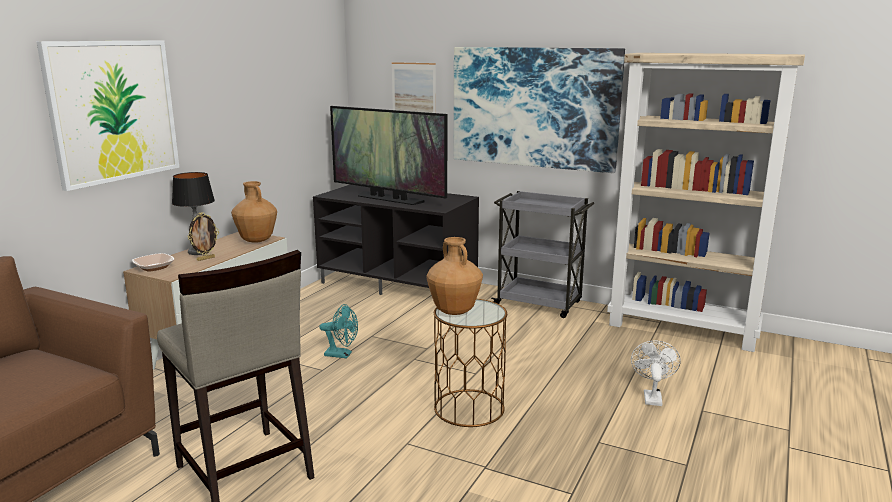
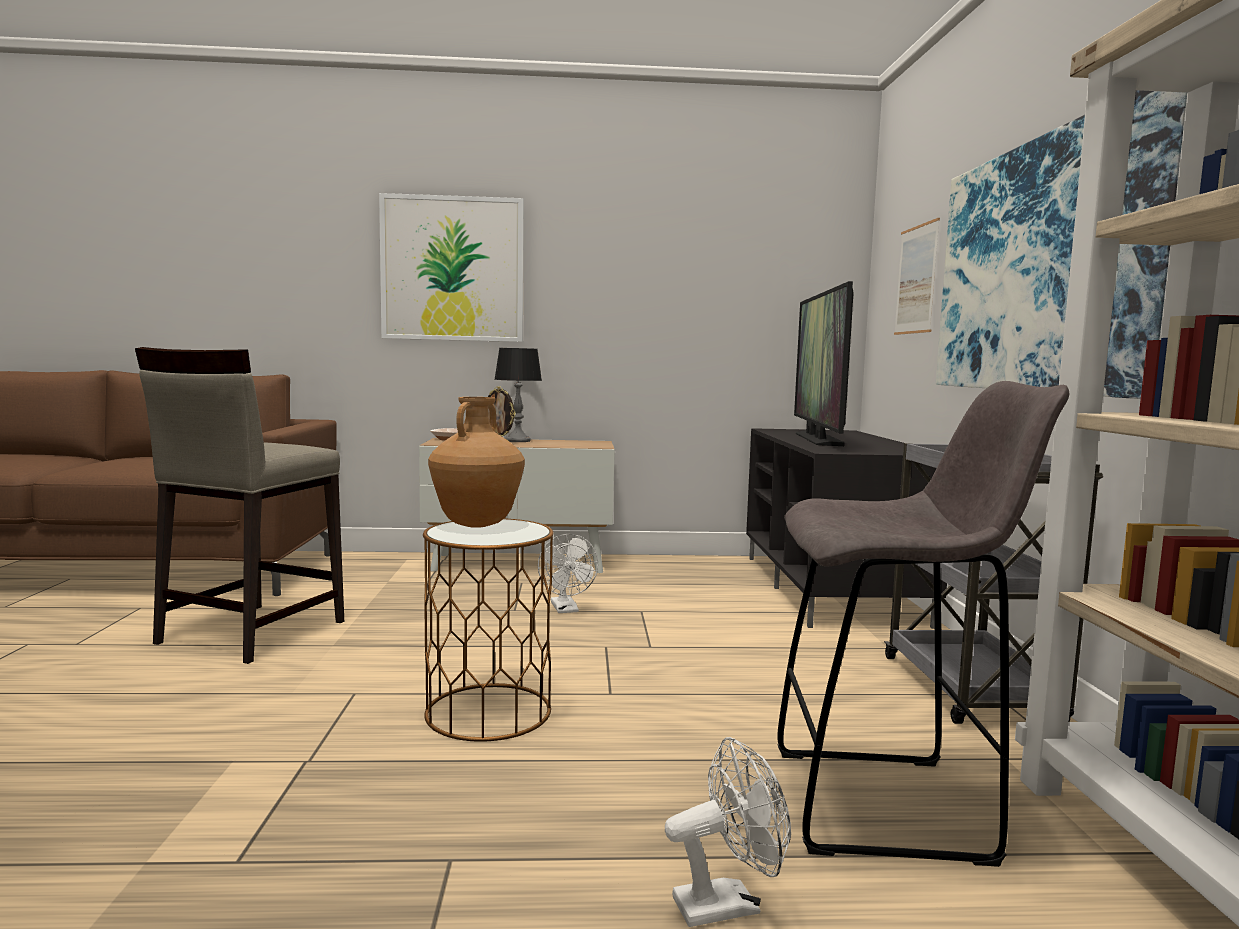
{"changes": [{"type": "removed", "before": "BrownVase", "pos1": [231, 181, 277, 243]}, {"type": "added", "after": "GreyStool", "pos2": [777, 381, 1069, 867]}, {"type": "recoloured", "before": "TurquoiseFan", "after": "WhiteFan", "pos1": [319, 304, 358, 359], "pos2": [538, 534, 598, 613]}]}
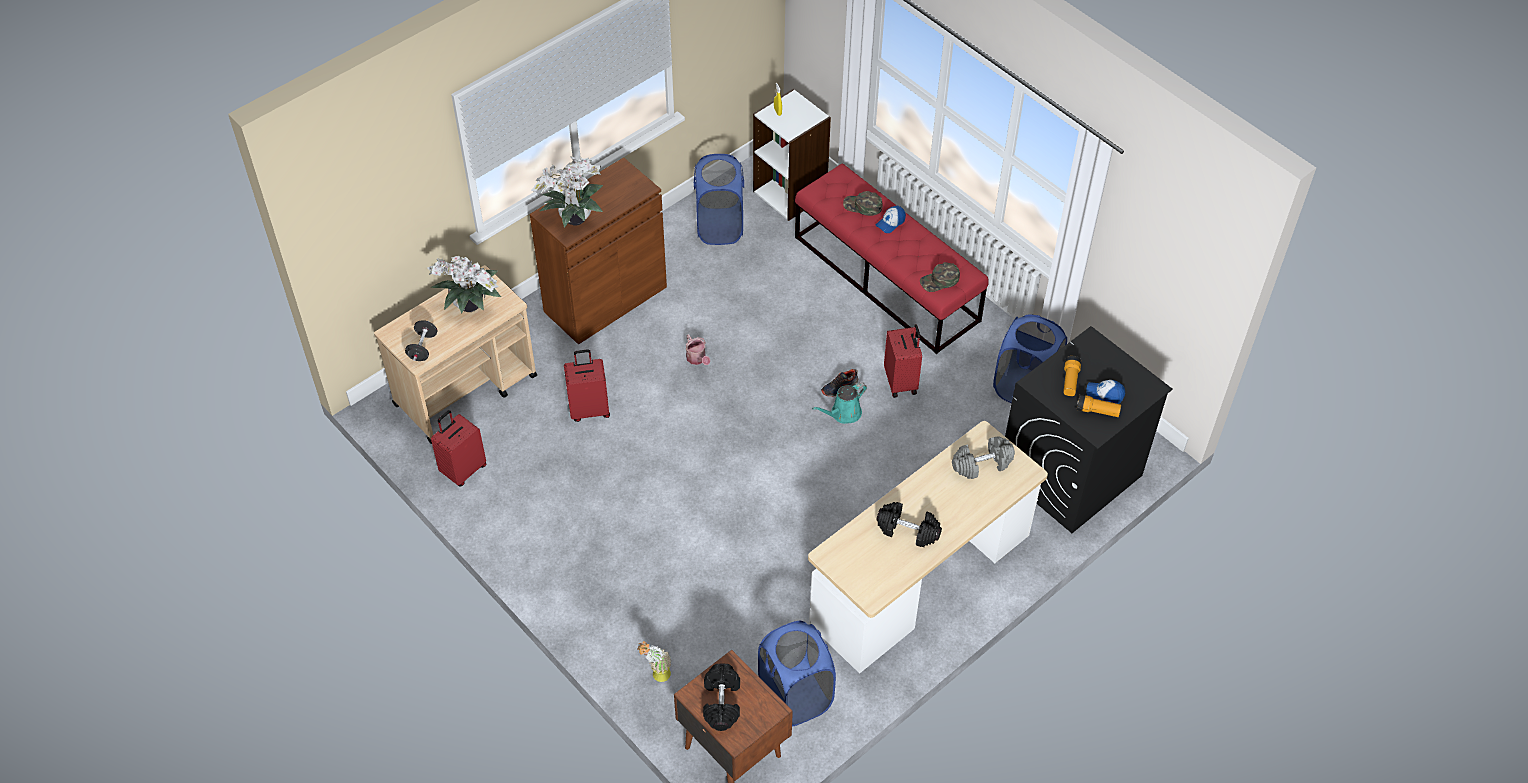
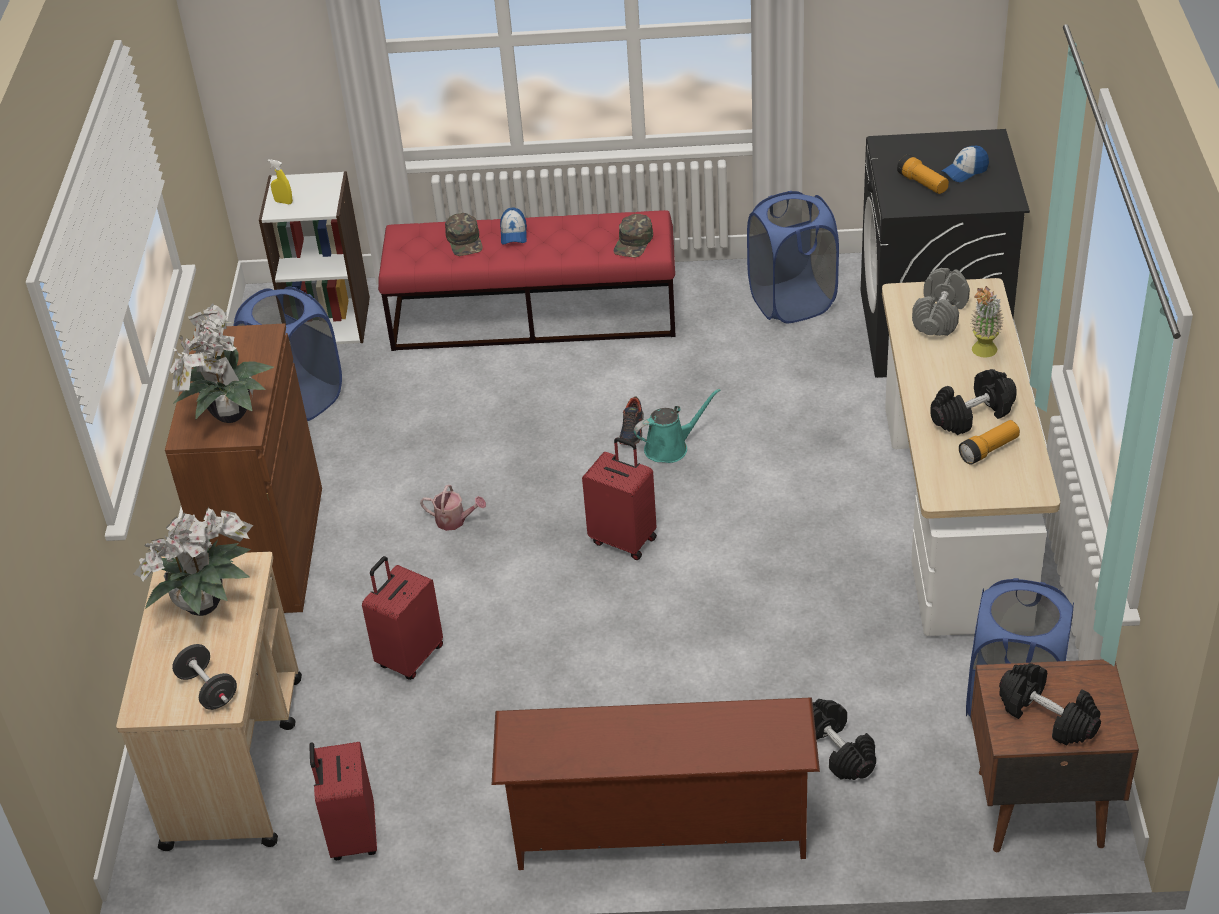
{"changes": [{"type": "added", "after": "BrownShoeRack", "pos2": [492, 698, 820, 870]}, {"type": "added", "after": "BlackDumbbell", "pos2": [813, 699, 876, 780]}, {"type": "moved", "before": "PottedPlant", "pos1": [637, 641, 672, 682], "pos2": [971, 286, 1004, 358]}, {"type": "moved", "before": "RedSuitcase", "pos1": [884, 324, 922, 398], "pos2": [582, 437, 657, 560]}, {"type": "moved", "before": "Flashlight", "pos1": [1076, 394, 1121, 417], "pos2": [959, 420, 1020, 465]}, {"type": "turned", "before": "TurquoiseWateringCan", "pos1": [812, 382, 867, 424], "pos2": [634, 389, 721, 463], "turn": -120}, {"type": "turned", "before": "GreenCap", "pos1": [843, 191, 883, 216], "pos2": [445, 213, 483, 256], "turn": -75}]}
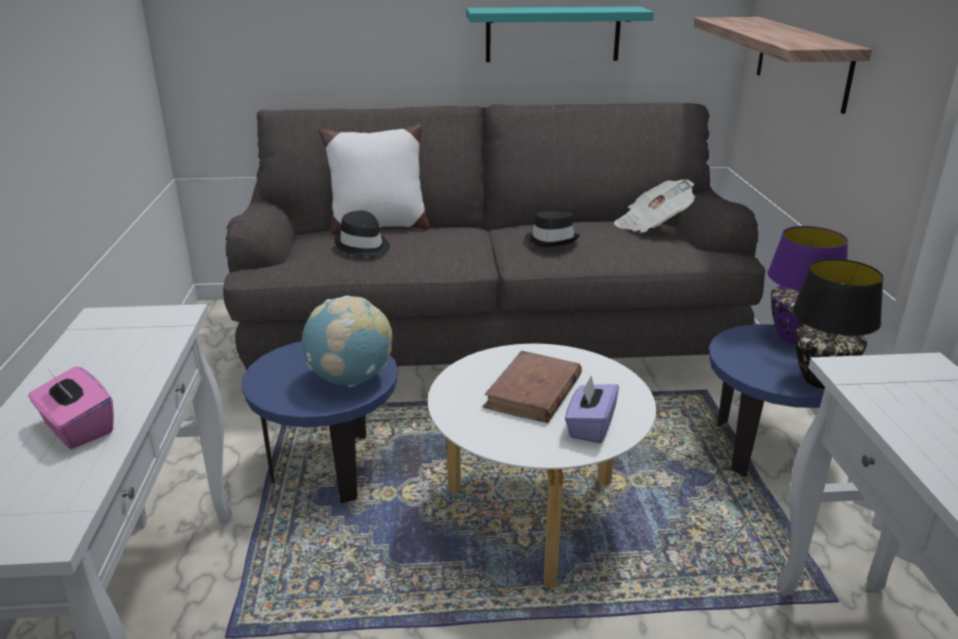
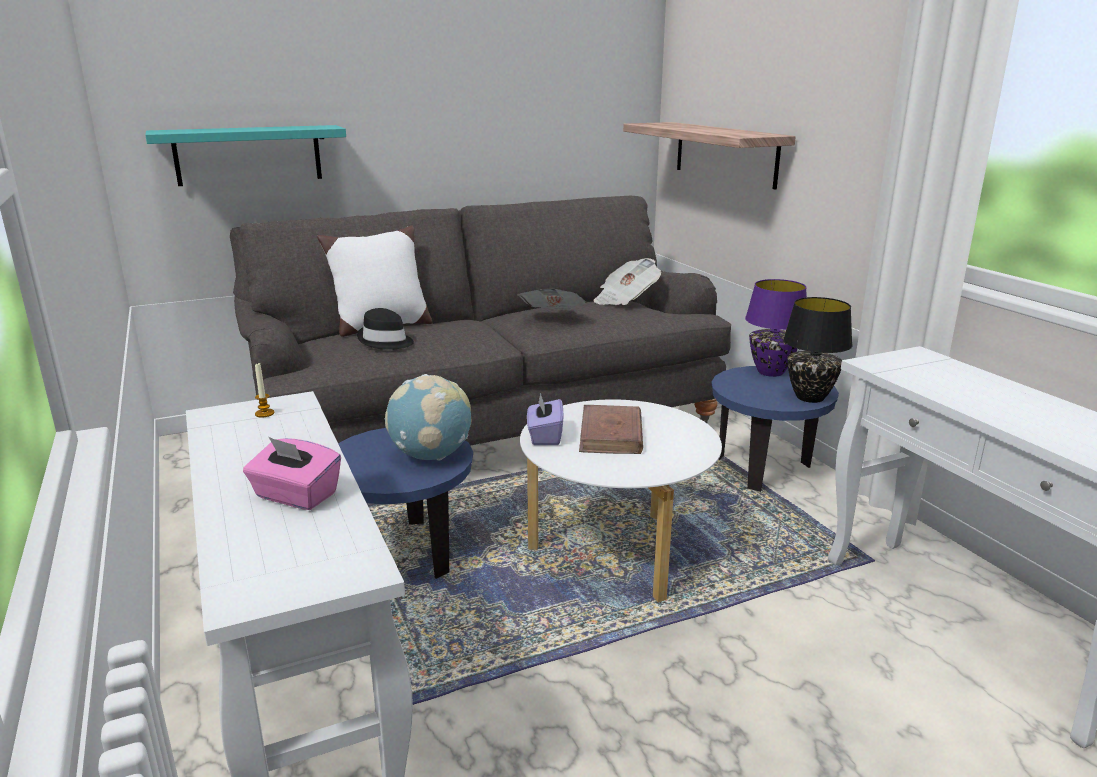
{"changes": [{"type": "added", "after": "Candle", "pos2": [255, 363, 274, 418]}, {"type": "moved", "before": "TurquoiseShelf", "pos1": [466, 6, 654, 62], "pos2": [145, 125, 346, 186]}, {"type": "moved", "before": "PurpleTissueBox", "pos1": [565, 376, 619, 443], "pos2": [527, 393, 563, 445]}, {"type": "replaced", "before": "BlackHat", "after": "Newspaper", "pos1": [525, 211, 579, 247], "pos2": [517, 289, 587, 310]}]}
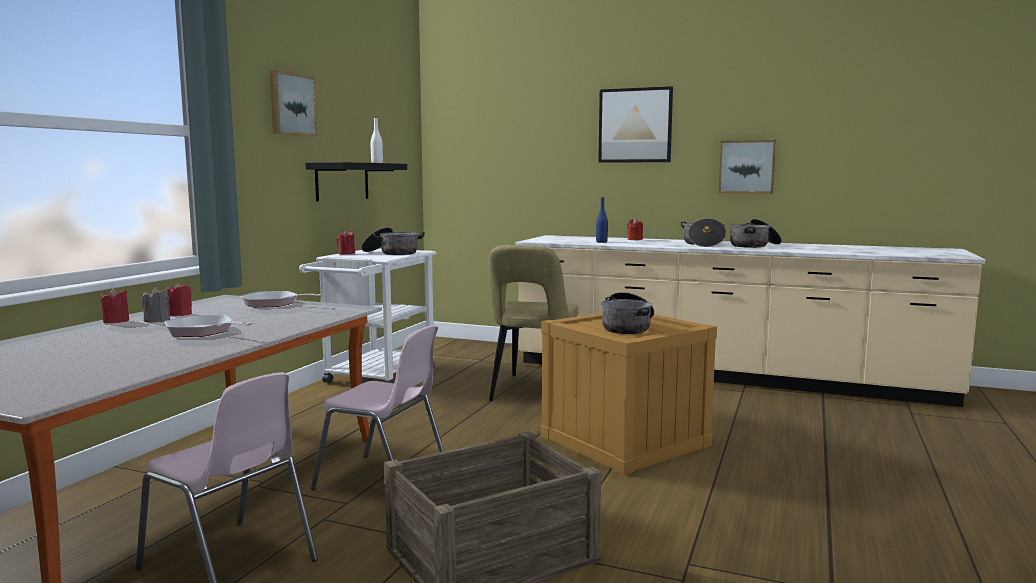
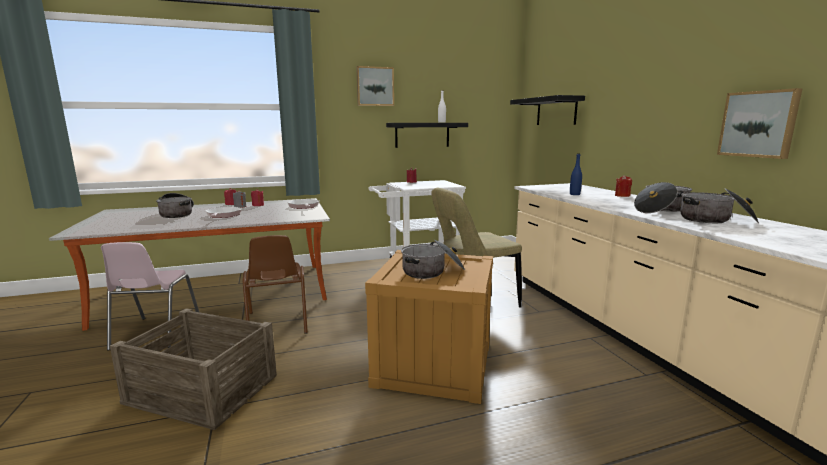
{"changes": [{"type": "removed", "before": "Picture", "pos1": [598, 86, 673, 163]}, {"type": "added", "after": "BlackShelf", "pos2": [510, 95, 585, 125]}, {"type": "moved", "before": "CookingPot", "pos1": [361, 227, 425, 255], "pos2": [156, 193, 194, 218]}, {"type": "recoloured", "before": "PinkChair", "after": "BrownChair", "pos1": [311, 325, 445, 490], "pos2": [243, 235, 308, 334]}]}
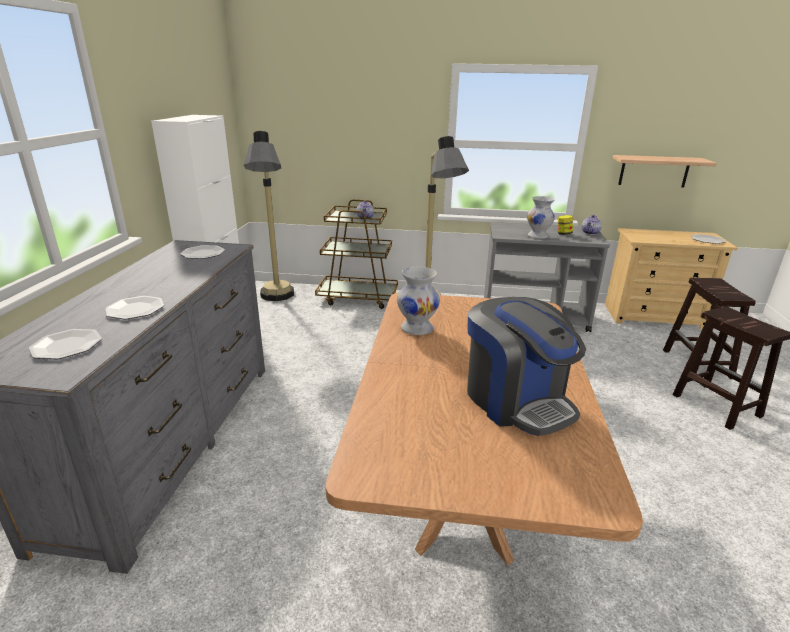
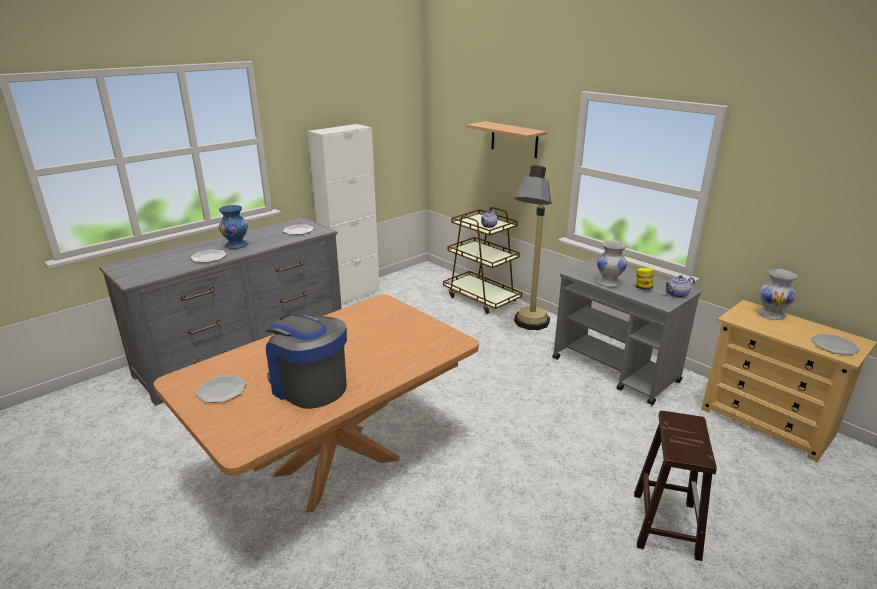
{"changes": [{"type": "removed", "before": "FloorLamp", "pos1": [244, 131, 294, 301]}, {"type": "removed", "before": "BrownStool", "pos1": [663, 278, 756, 379]}, {"type": "added", "after": "BlueVase", "pos2": [219, 205, 248, 249]}, {"type": "moved", "before": "Plate", "pos1": [29, 329, 102, 359], "pos2": [196, 376, 247, 403]}, {"type": "moved", "before": "WhiteVase", "pos1": [397, 267, 440, 335], "pos2": [758, 269, 797, 320]}, {"type": "moved", "before": "Shelf", "pos1": [613, 155, 717, 187], "pos2": [466, 121, 547, 158]}, {"type": "turned", "before": "CoffeeMachine", "pos1": [467, 297, 586, 436], "pos2": [265, 314, 347, 409], "turn": 120}]}
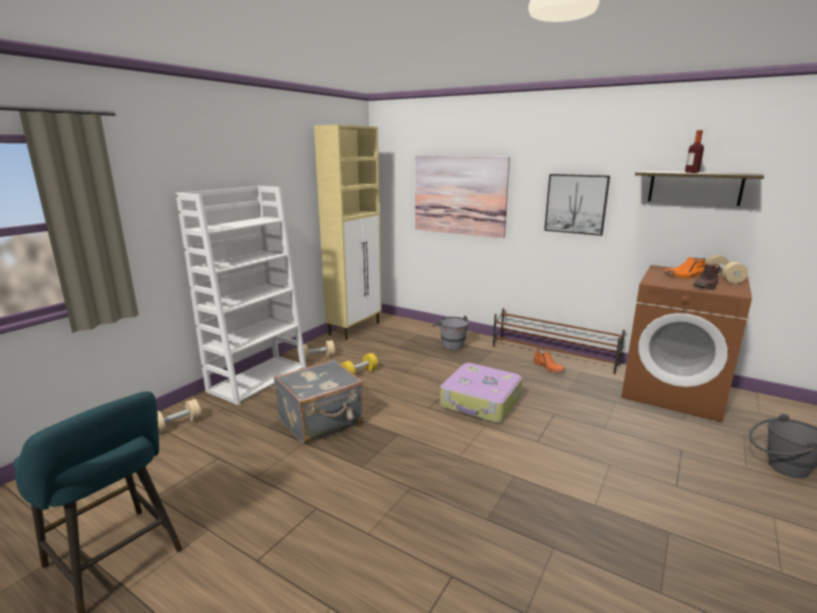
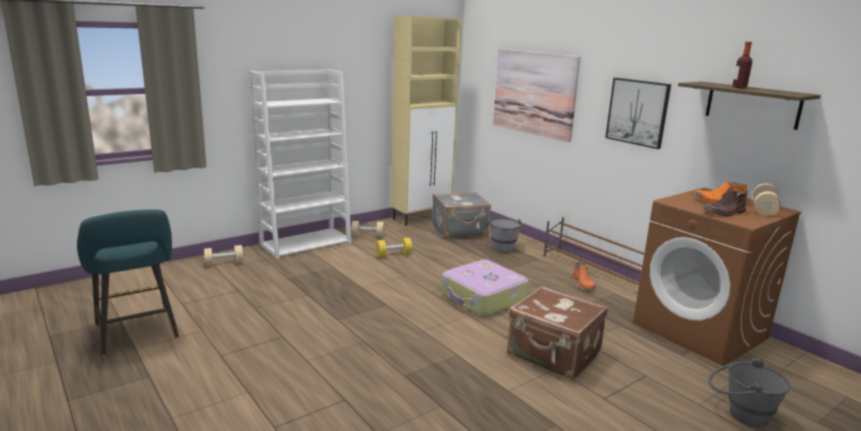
{"changes": [{"type": "added", "after": "BrownSuitcase", "pos2": [507, 286, 608, 380]}, {"type": "moved", "before": "GreySuitcase", "pos1": [274, 359, 364, 444], "pos2": [432, 192, 491, 238]}]}
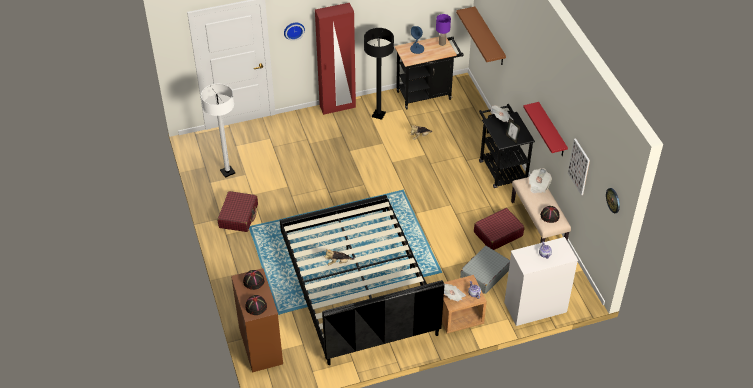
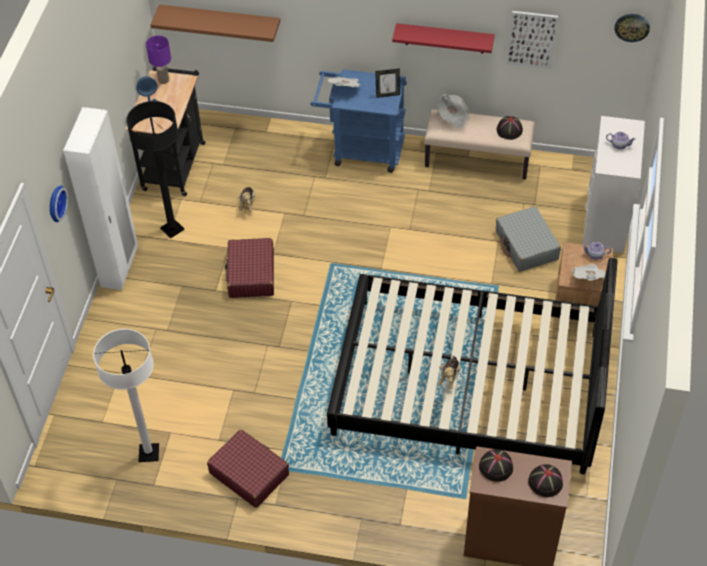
{"changes": [{"type": "moved", "before": "RedSuitcase", "pos1": [474, 208, 525, 250], "pos2": [225, 238, 274, 298]}, {"type": "recoloured", "before": "RedWardrobe", "after": "WhiteWardrobe", "pos1": [315, 3, 356, 115], "pos2": [63, 107, 138, 290]}, {"type": "recoloured", "before": "BlackCart", "after": "BlueCart", "pos1": [479, 104, 535, 188], "pos2": [310, 69, 407, 173]}]}
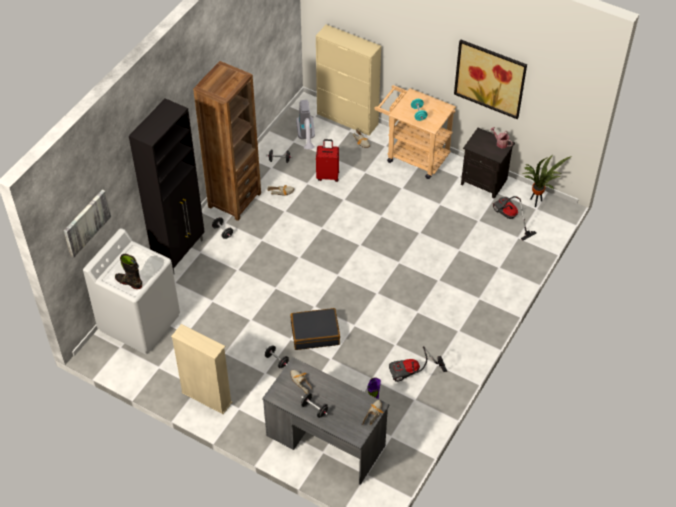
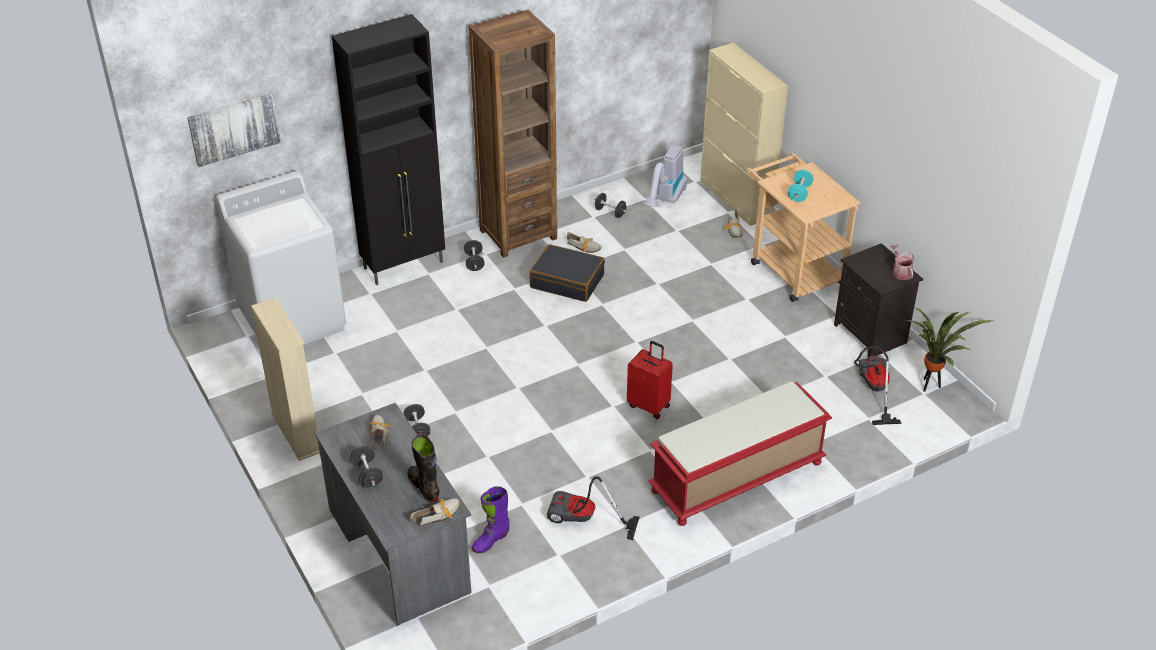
{"changes": [{"type": "removed", "before": "Picture", "pos1": [454, 40, 527, 119]}, {"type": "added", "after": "RedBench", "pos2": [648, 381, 832, 526]}, {"type": "moved", "before": "BlackBoot", "pos1": [115, 254, 142, 289], "pos2": [407, 435, 440, 502]}, {"type": "moved", "before": "BlackSuitcase", "pos1": [290, 308, 340, 350], "pos2": [529, 244, 605, 302]}, {"type": "moved", "before": "RedSuitcase", "pos1": [316, 139, 339, 182], "pos2": [627, 341, 673, 419]}]}
